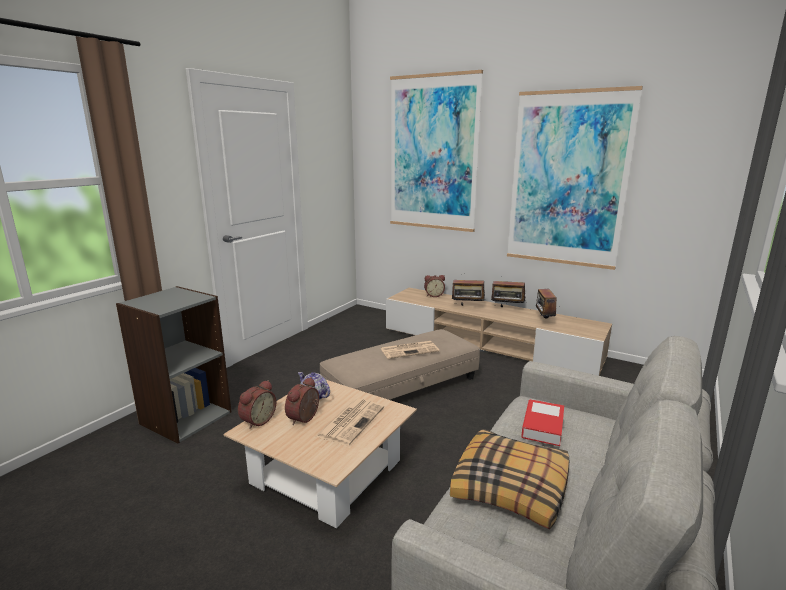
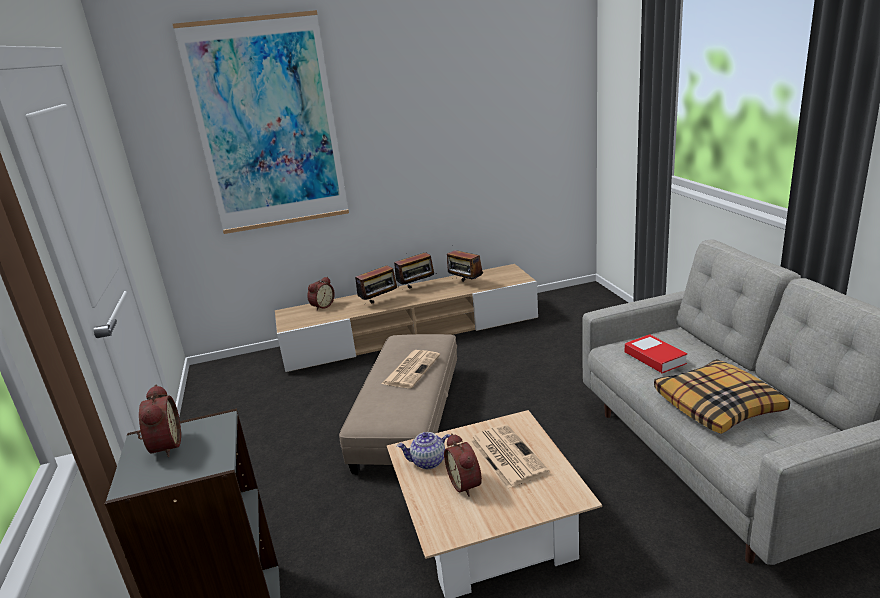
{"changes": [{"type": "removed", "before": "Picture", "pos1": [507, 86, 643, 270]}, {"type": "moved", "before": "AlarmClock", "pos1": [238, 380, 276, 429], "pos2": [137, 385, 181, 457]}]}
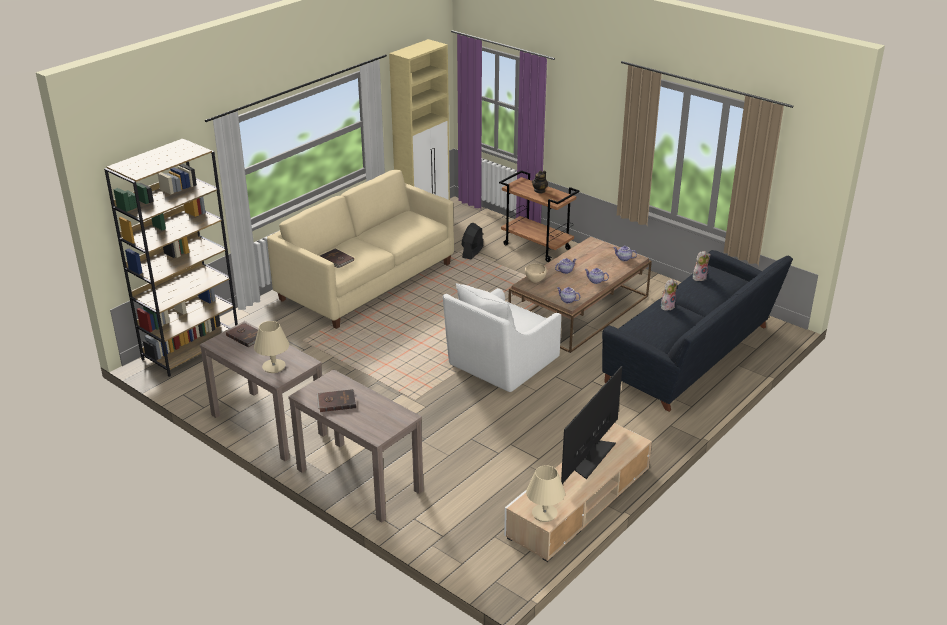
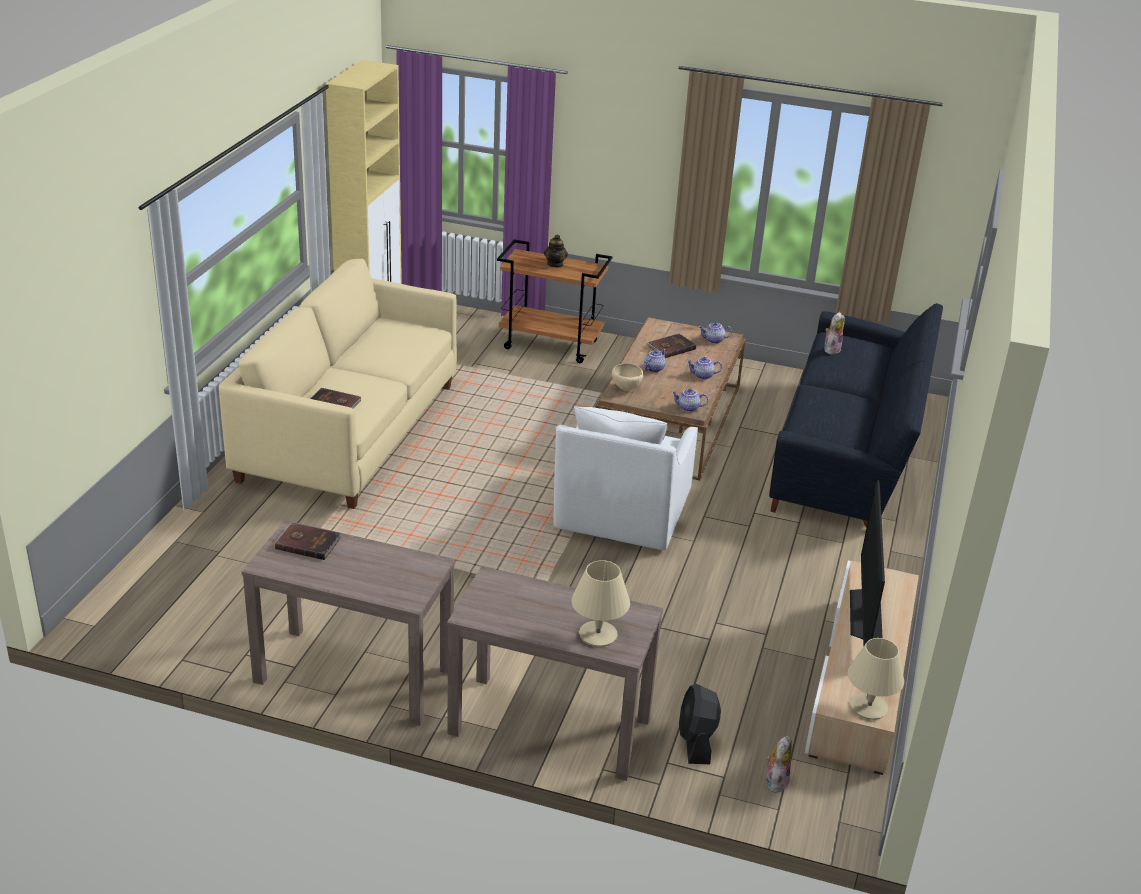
{"changes": [{"type": "removed", "before": "BrownBookcase", "pos1": [104, 139, 238, 377]}, {"type": "moved", "before": "BeigeTableLamp", "pos1": [254, 321, 289, 373], "pos2": [571, 560, 630, 647]}, {"type": "moved", "before": "BrownBook", "pos1": [317, 389, 356, 412], "pos2": [647, 334, 696, 358]}, {"type": "moved", "before": "BlackFan", "pos1": [462, 223, 483, 260], "pos2": [679, 684, 721, 764]}, {"type": "moved", "before": "PlushToy", "pos1": [661, 279, 677, 310], "pos2": [766, 736, 792, 793]}]}
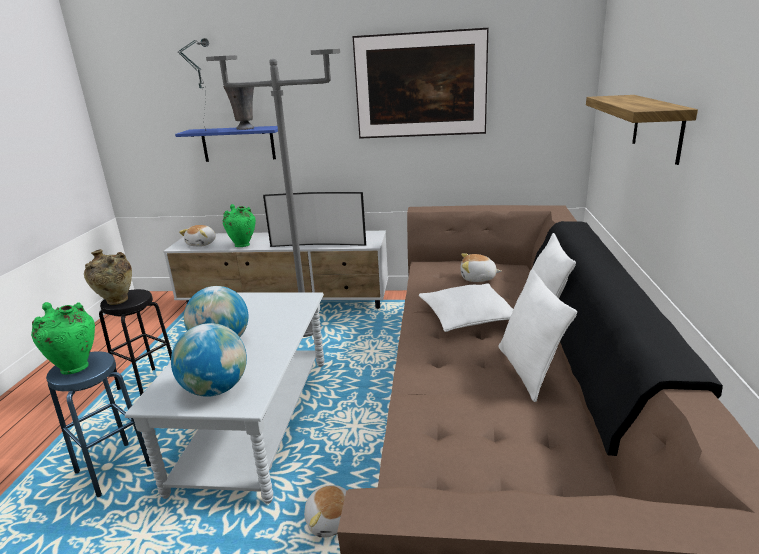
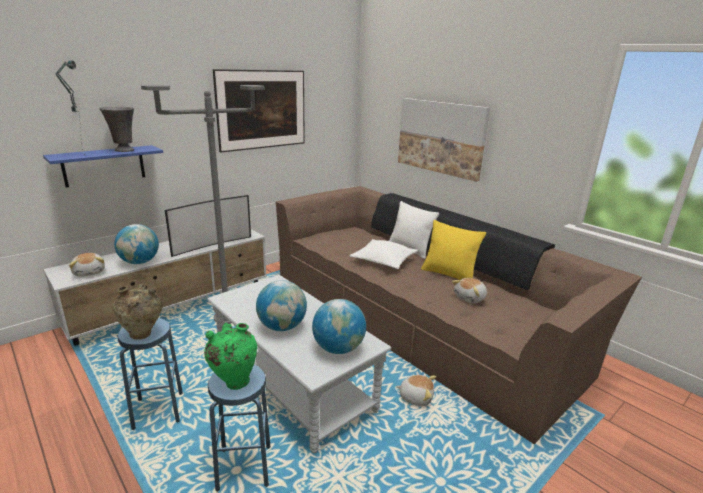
{"changes": [{"type": "moved", "before": "PlushToy", "pos1": [460, 253, 501, 282], "pos2": [452, 278, 487, 303]}, {"type": "replaced", "before": "GreenVase", "after": "Globe", "pos1": [223, 204, 256, 247], "pos2": [114, 224, 159, 264]}, {"type": "replaced", "before": "Shelf", "after": "Picture", "pos1": [586, 95, 698, 165], "pos2": [398, 98, 490, 182]}, {"type": "recoloured", "before": "BlackStool", "after": "BlueStool", "pos1": [99, 289, 172, 396], "pos2": [117, 318, 183, 430]}, {"type": "recoloured", "before": "WhitePillow", "after": "YellowPillow", "pos1": [498, 269, 577, 402], "pos2": [421, 220, 486, 280]}]}
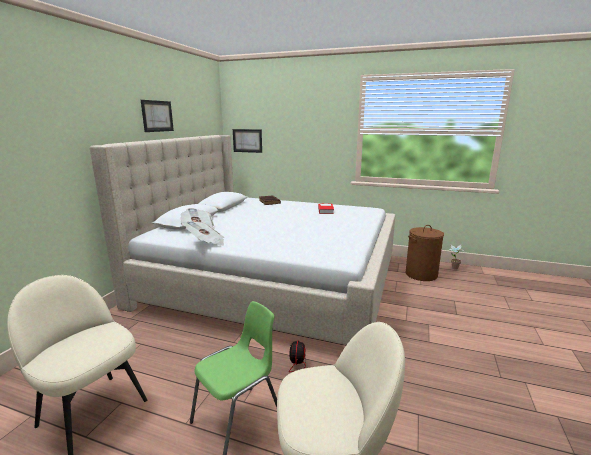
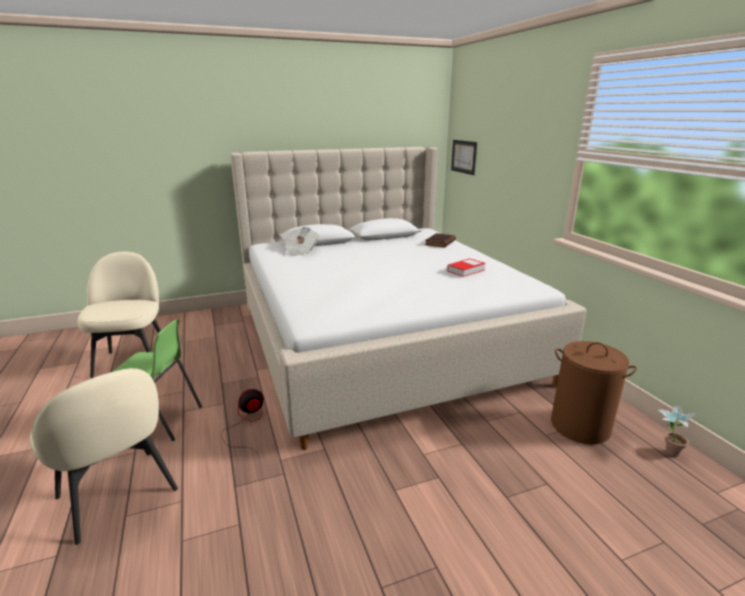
{"changes": [{"type": "removed", "before": "Picture", "pos1": [141, 100, 174, 132]}, {"type": "removed", "before": "Newspaper", "pos1": [186, 221, 224, 246]}]}
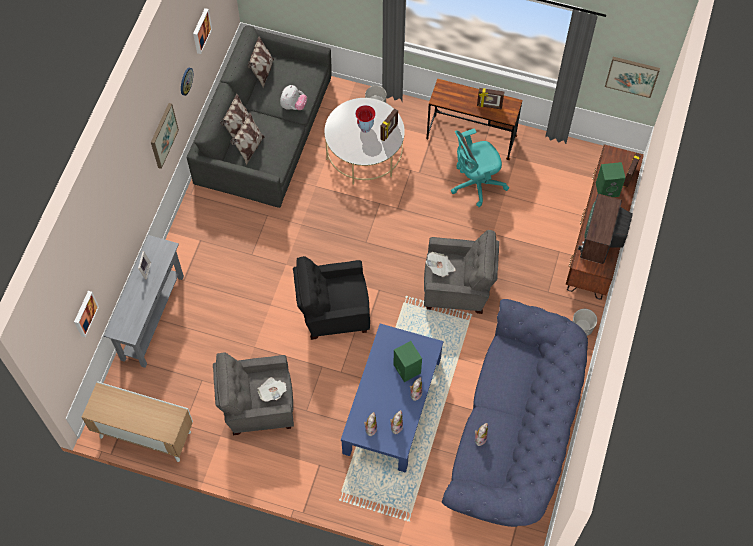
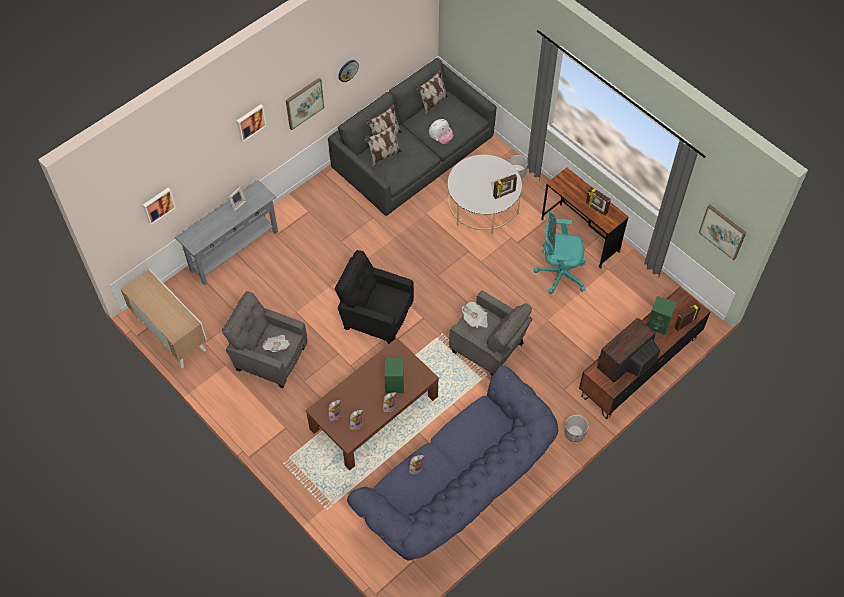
{"changes": [{"type": "removed", "before": "Vase", "pos1": [355, 105, 376, 133]}, {"type": "moved", "before": "Picture", "pos1": [193, 8, 212, 54], "pos2": [237, 104, 267, 142]}, {"type": "recoloured", "before": "BlueCoffeeTable", "after": "BrownCoffeeTable", "pos1": [341, 324, 443, 473], "pos2": [306, 338, 439, 470]}]}
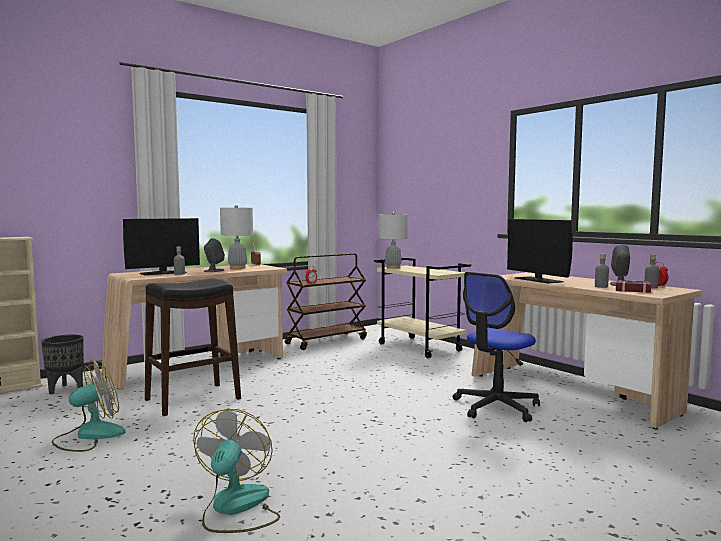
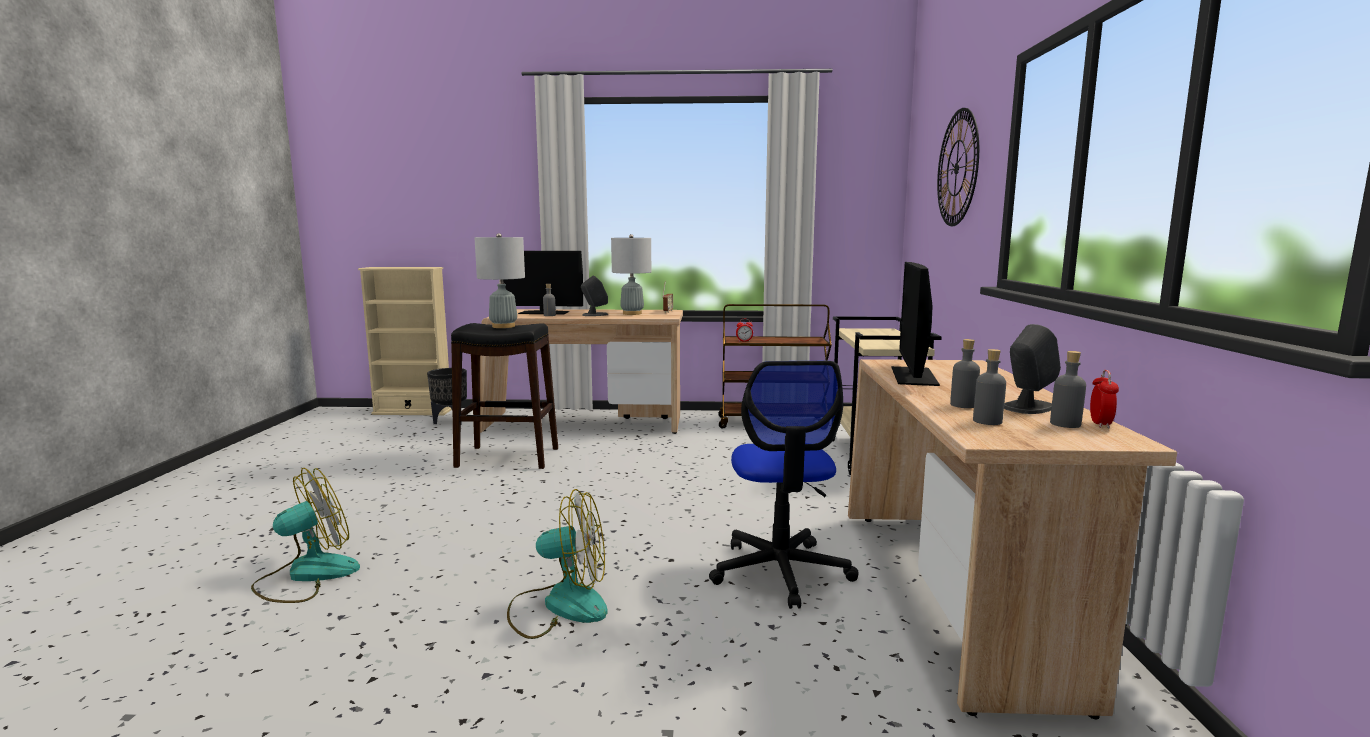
{"changes": [{"type": "added", "after": "WallClock", "pos2": [937, 108, 979, 226]}, {"type": "moved", "before": "Fan", "pos1": [52, 360, 125, 452], "pos2": [507, 489, 608, 639]}, {"type": "moved", "before": "GreyTableLamp", "pos1": [379, 212, 408, 269], "pos2": [475, 233, 525, 328]}, {"type": "replaced", "before": "Book", "after": "GreyBottle", "pos1": [616, 280, 651, 293], "pos2": [973, 349, 1006, 425]}, {"type": "turned", "before": "OfficeChair", "pos1": [453, 272, 540, 422], "pos2": [709, 361, 858, 609], "turn": -90}]}
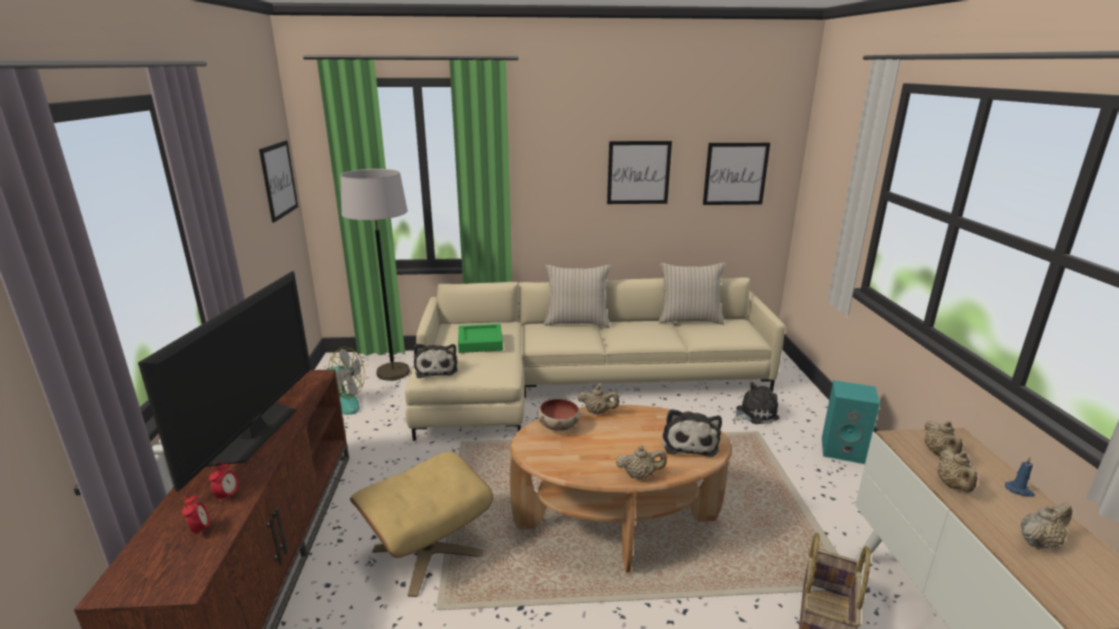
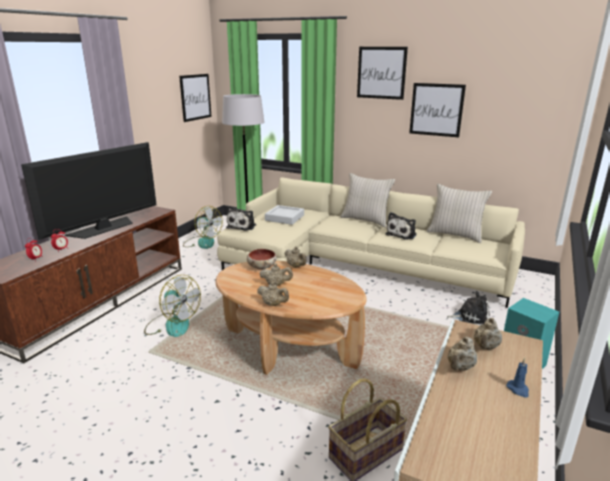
{"changes": [{"type": "moved", "before": "PlushToy", "pos1": [662, 409, 722, 457], "pos2": [385, 212, 417, 240]}, {"type": "moved", "before": "Picture", "pos1": [703, 143, 770, 205], "pos2": [357, 47, 408, 100]}, {"type": "moved", "before": "BeigeTeapot", "pos1": [1021, 503, 1072, 549], "pos2": [260, 263, 293, 286]}, {"type": "replaced", "before": "BeigeOttoman", "after": "Fan", "pos1": [350, 451, 493, 597], "pos2": [144, 275, 201, 337]}, {"type": "recoloured", "before": "GreenTray", "after": "GreyTray", "pos1": [458, 324, 503, 353], "pos2": [265, 205, 304, 225]}]}
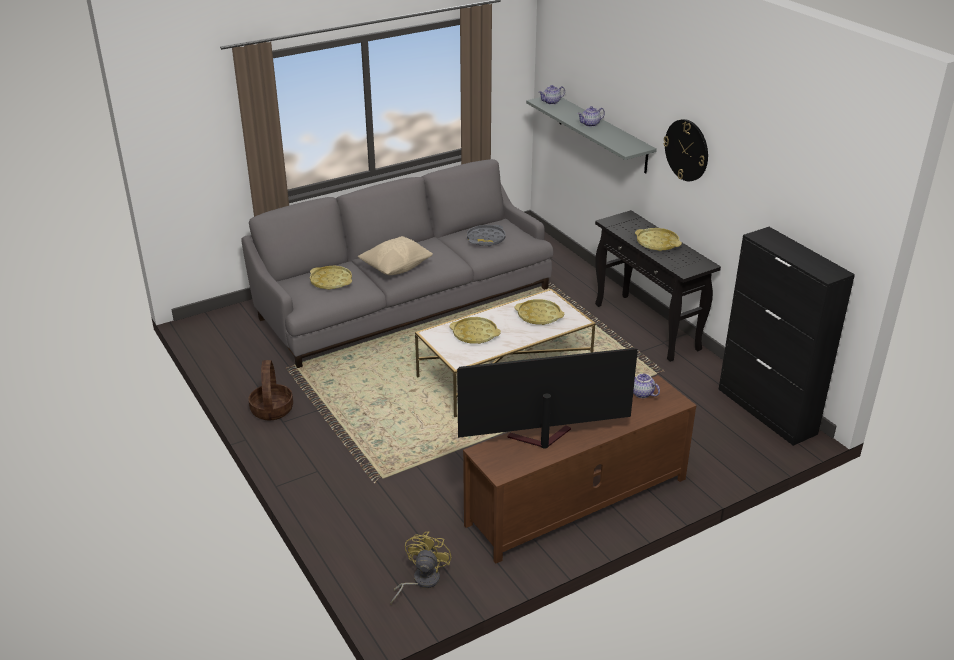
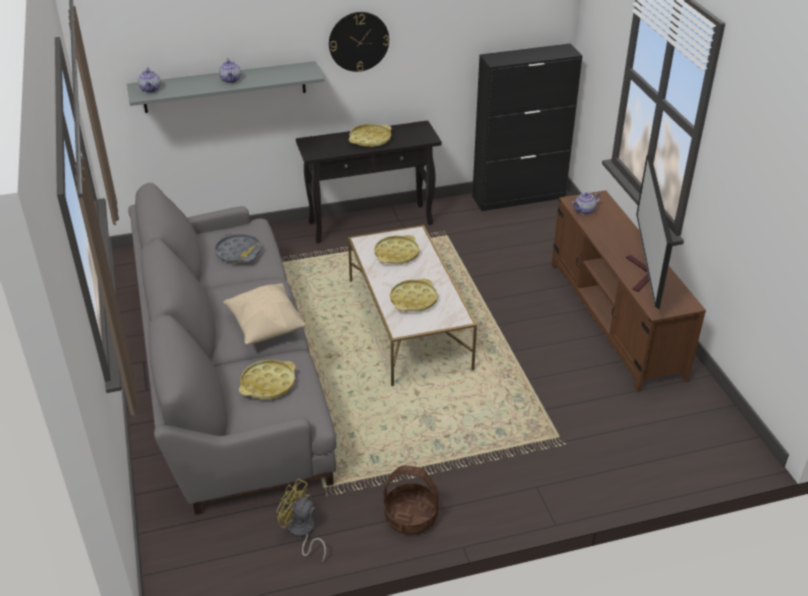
{"changes": [{"type": "moved", "before": "YellowFan", "pos1": [390, 532, 451, 604], "pos2": [277, 478, 326, 562]}]}
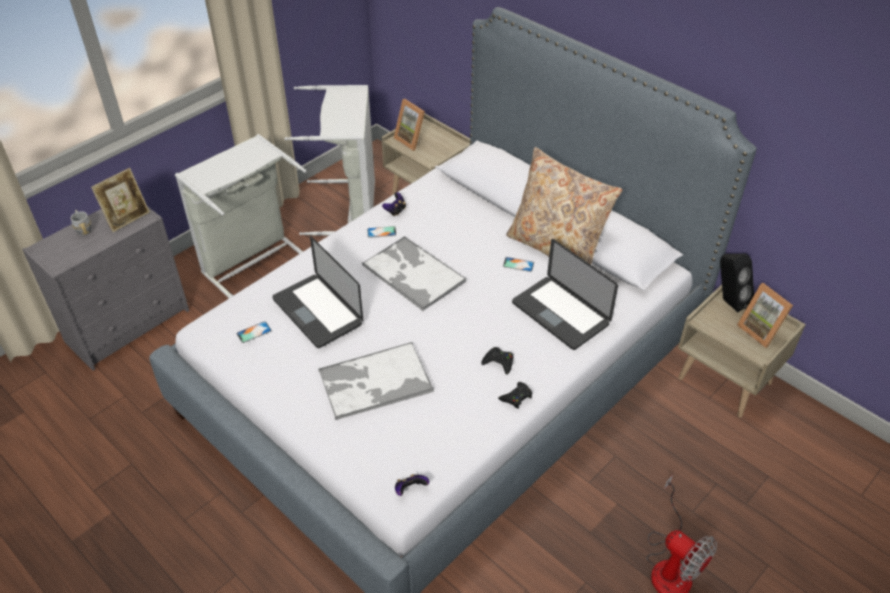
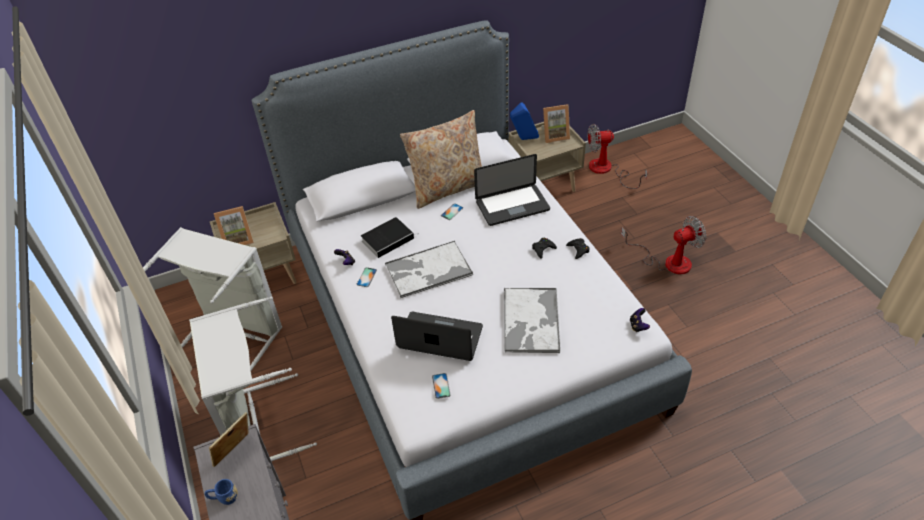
{"changes": [{"type": "added", "after": "Book", "pos2": [361, 217, 418, 258]}, {"type": "added", "after": "Fan", "pos2": [588, 124, 648, 189]}, {"type": "recoloured", "before": "GreyMug", "after": "BlueMug", "pos1": [71, 210, 92, 236], "pos2": [205, 479, 238, 505]}, {"type": "recoloured", "before": "BlackSpeaker", "after": "BlueSpeaker", "pos1": [720, 254, 754, 313], "pos2": [510, 102, 539, 140]}, {"type": "turned", "before": "PictureFrame", "pos1": [91, 168, 150, 232], "pos2": [209, 412, 249, 467], "turn": -120}, {"type": "turned", "before": "Laptop", "pos1": [272, 236, 363, 348], "pos2": [391, 312, 483, 361], "turn": -150}]}
